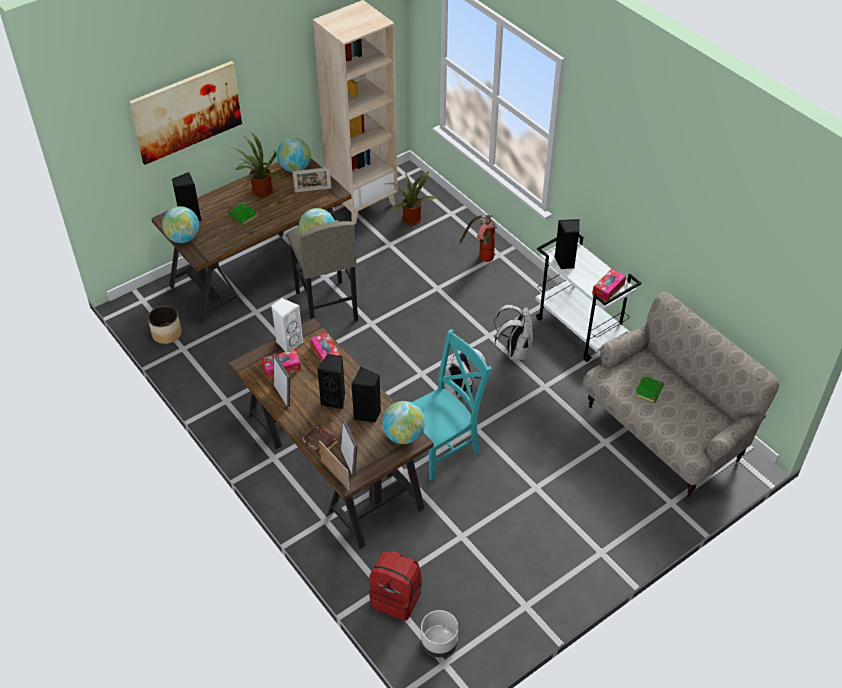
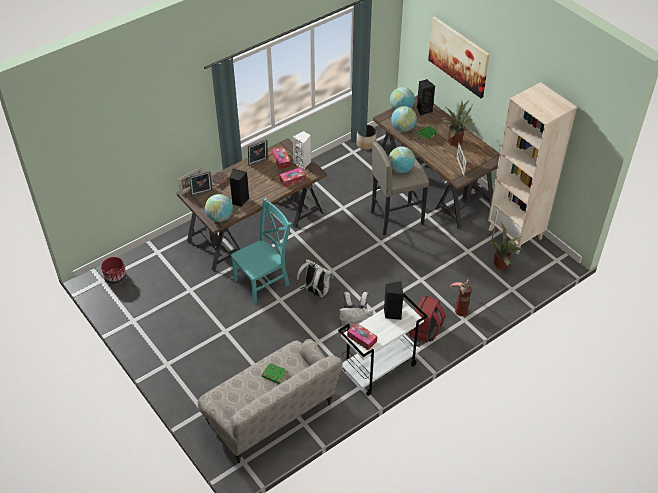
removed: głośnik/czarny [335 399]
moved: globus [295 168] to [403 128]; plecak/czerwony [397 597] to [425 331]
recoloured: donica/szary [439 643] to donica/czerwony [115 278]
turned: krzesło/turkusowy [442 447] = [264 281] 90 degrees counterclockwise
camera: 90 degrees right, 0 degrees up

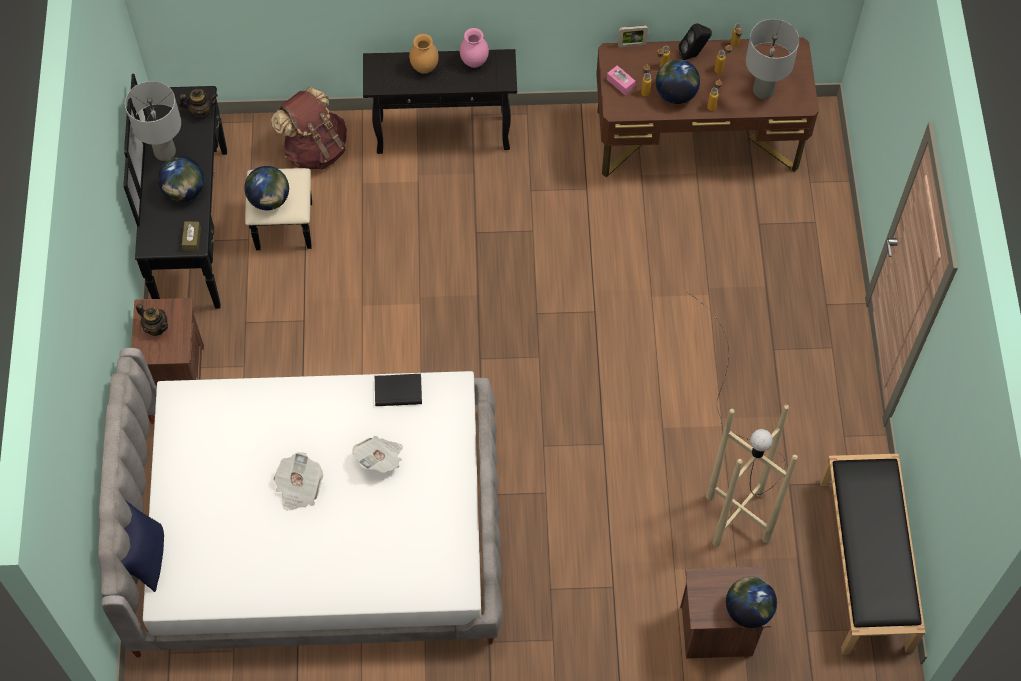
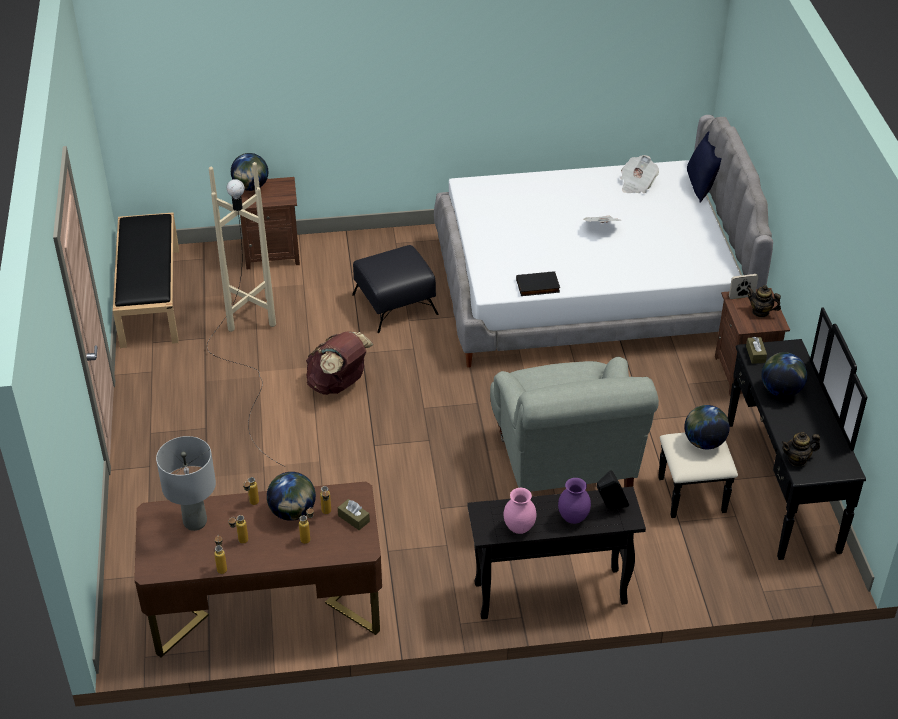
removed: lampa stołowa/szary [165 153]
added: pufa/czarny [395 304]; fotel/szary [565 469]
moved: plecak/brązowy [315 149] to [338 384]; gazeta [380 459] to [637 184]; ramka na zdjęcie [631 45] to [741 297]; głośnik/czarny [693 55] to [610 507]
recoloured: wazon/brązowy [424 67] to wazon/fioletowy [573 518]; pudełko chusteczek/różowy [620 83] to pudełko chusteczek/brązowy [353 518]
camera: 175 degrees right, 20 degrees down

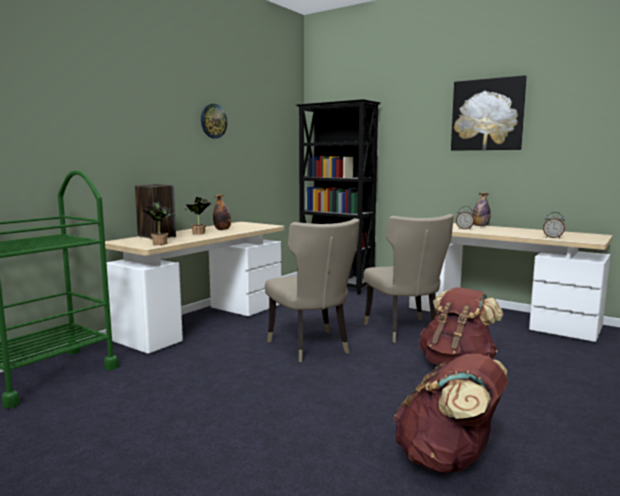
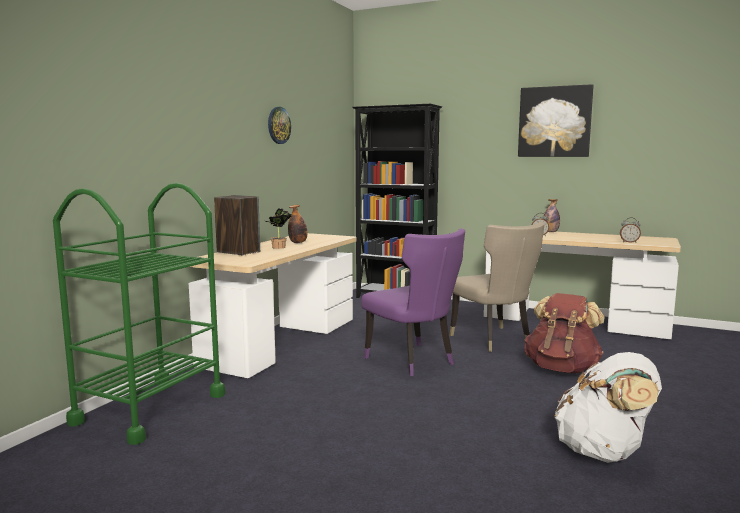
removed: roślina doniczkowa [160 243]
recoloured: krzesło/beżowy [312 347] to krzesło/fioletowy [413 361]; plecak/brązowy [447 460] to plecak/biały [604 452]
camera: 10 degrees left, 0 degrees up

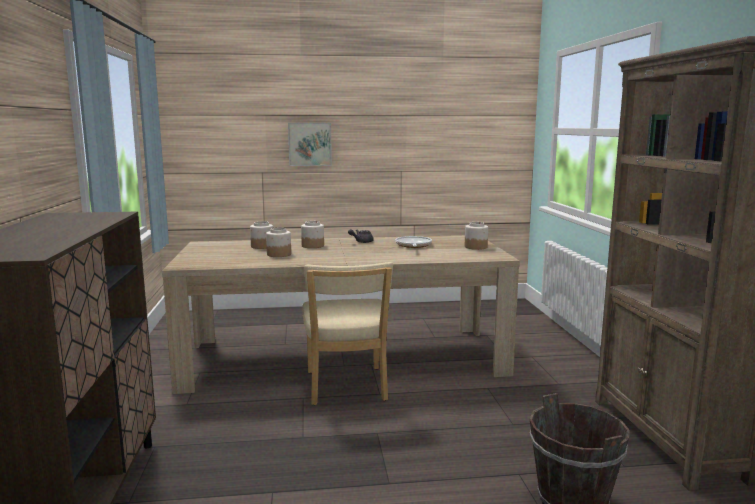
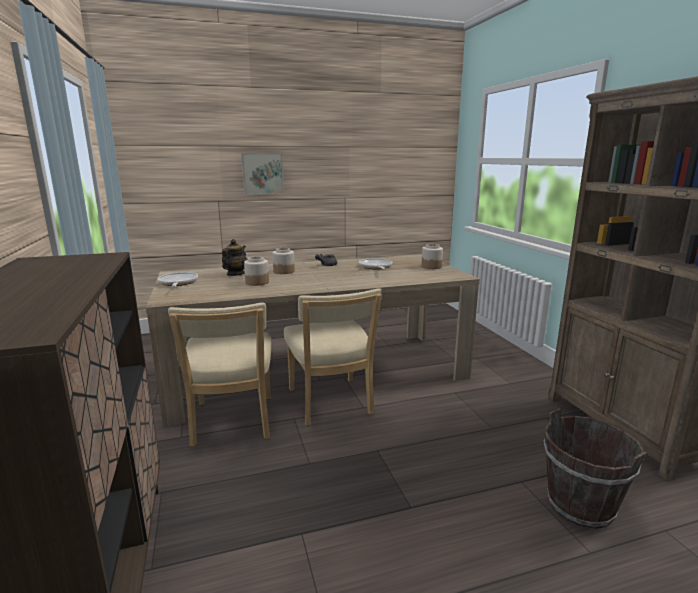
added: patelnia [178 283]; krzesło/beżowy [232 423]
replaced: słoik [262 246] to imbryk [235 274]
camera: 10 degrees left, 5 degrees up

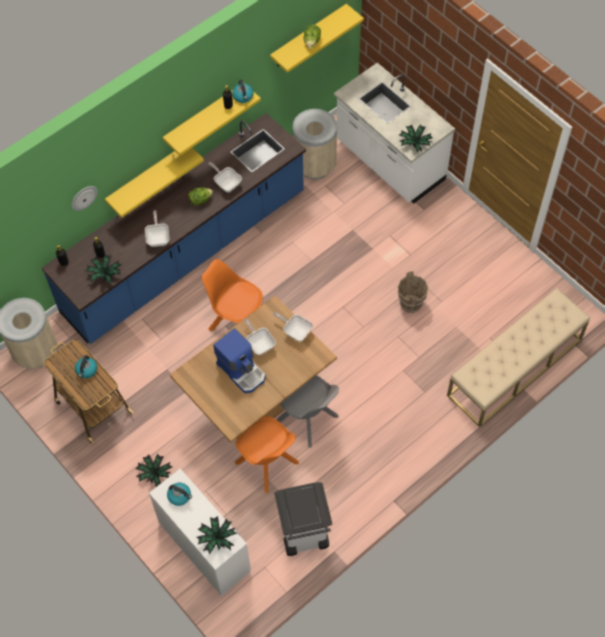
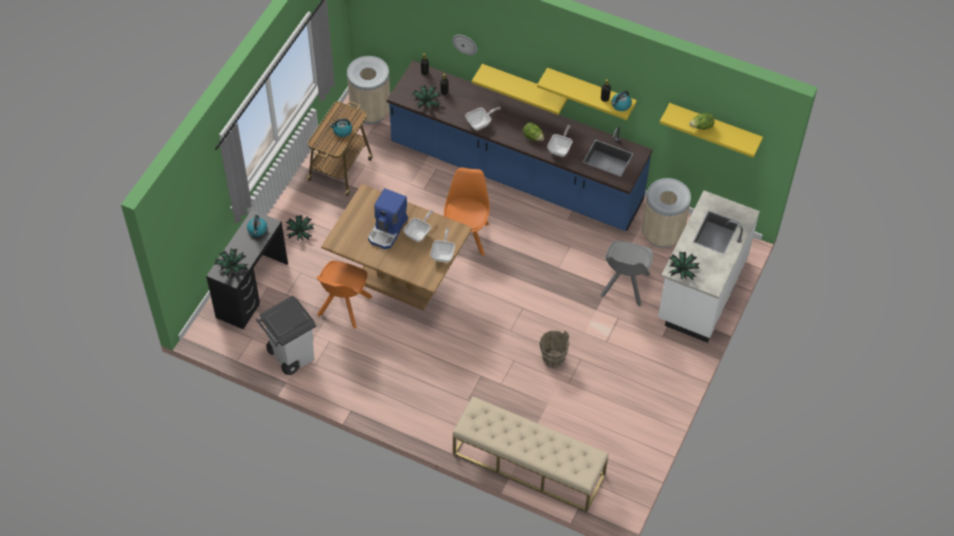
moved: krzesło/szary [308 420] to [624 286]
recoloured: biurko/biały [204 547] to biurko/czarny [252 290]
camera: 65 degrees right, 5 degrees down

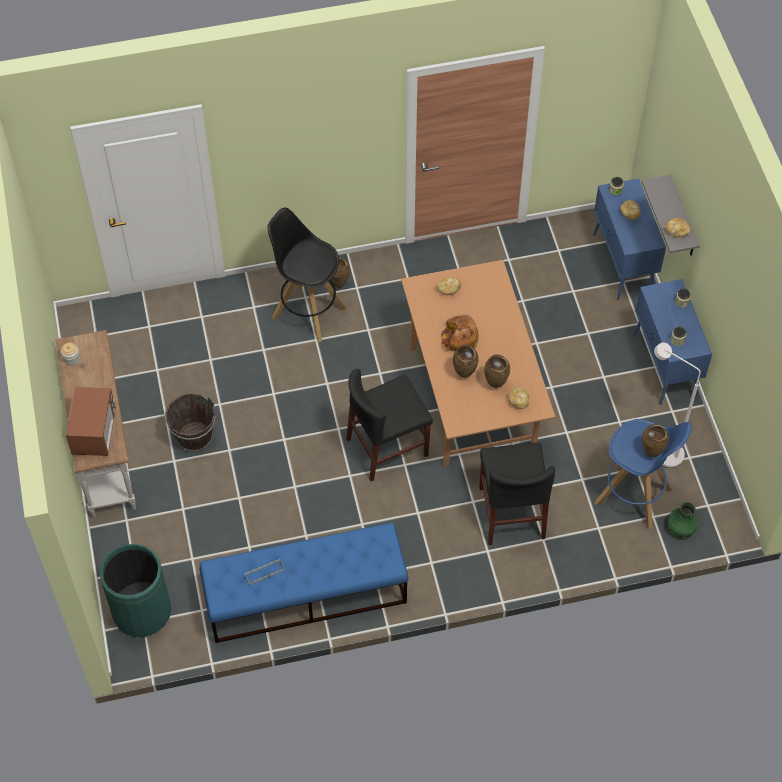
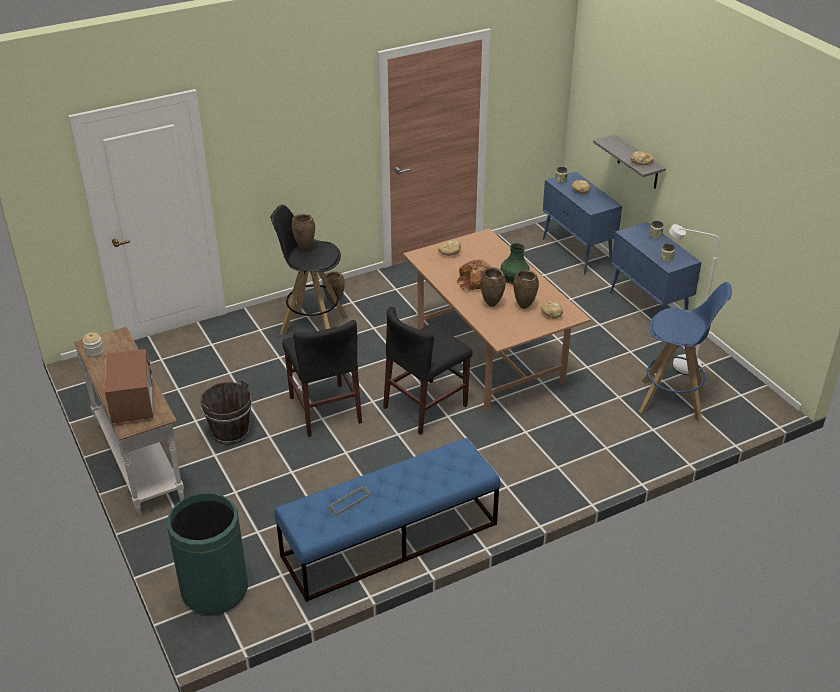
moved: krzesło/czarny [511 512] to [325 410]; wazon/brązowy [651 453] to [305 248]; wazon/zielony [680 528] to [514 278]
camera: 15 degrees left, 20 degrees down

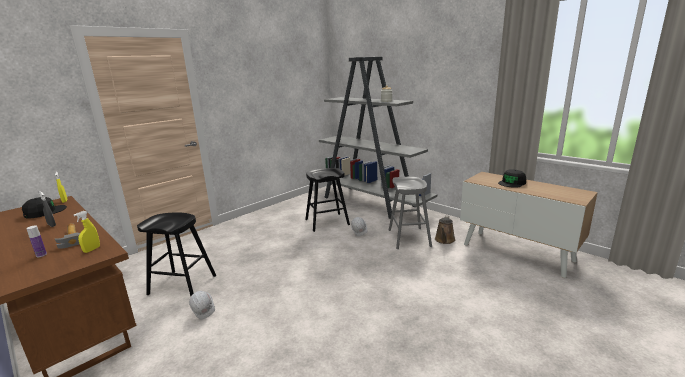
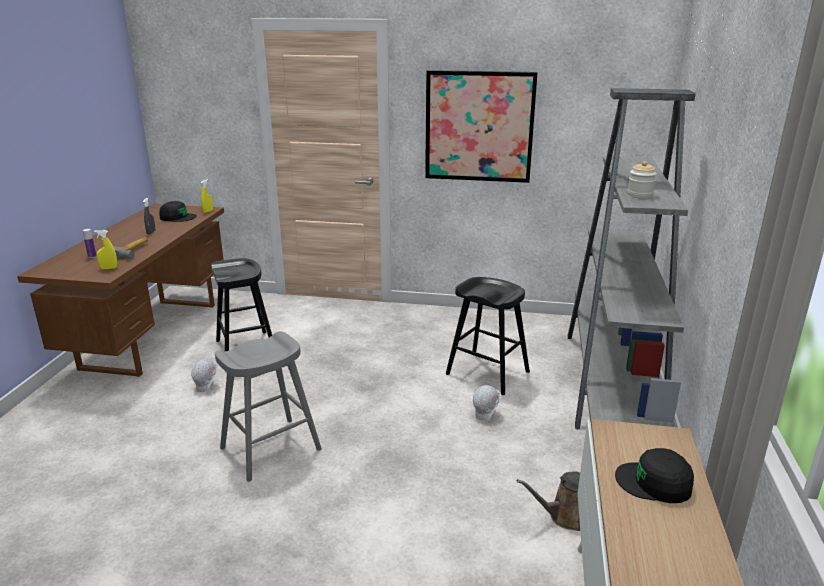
added: obraz [479 126]
moved: stołek/szary [409 238] to [271 449]
camera: 55 degrees right, 5 degrees up

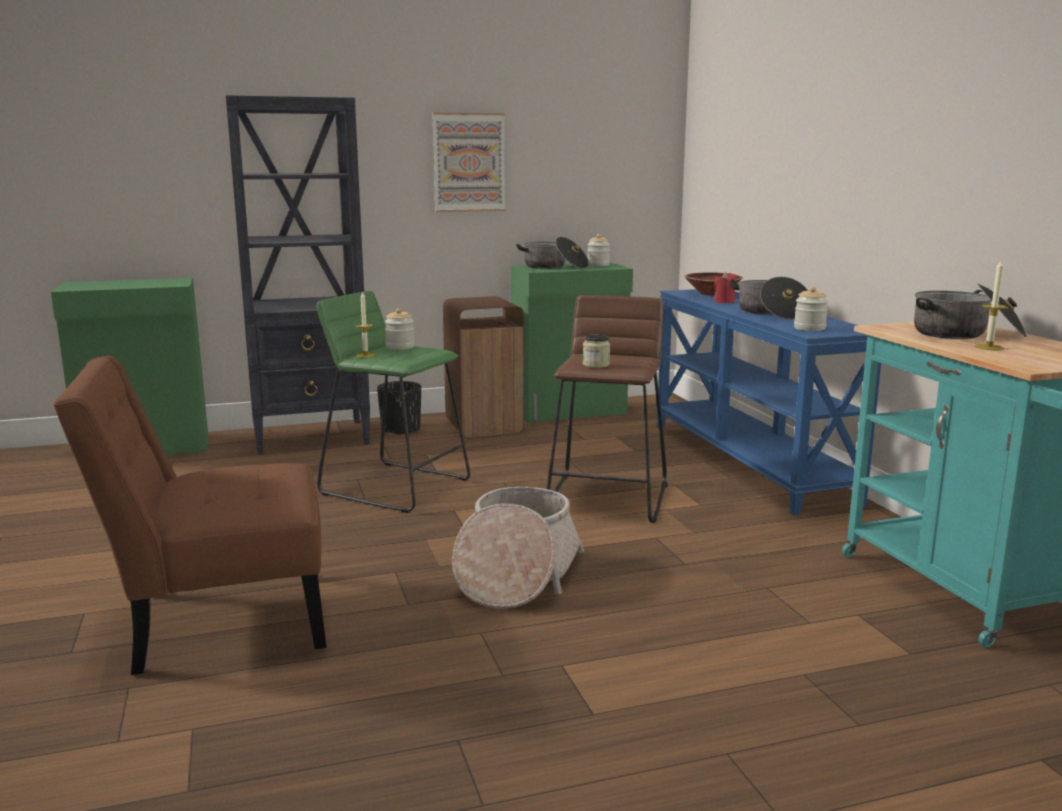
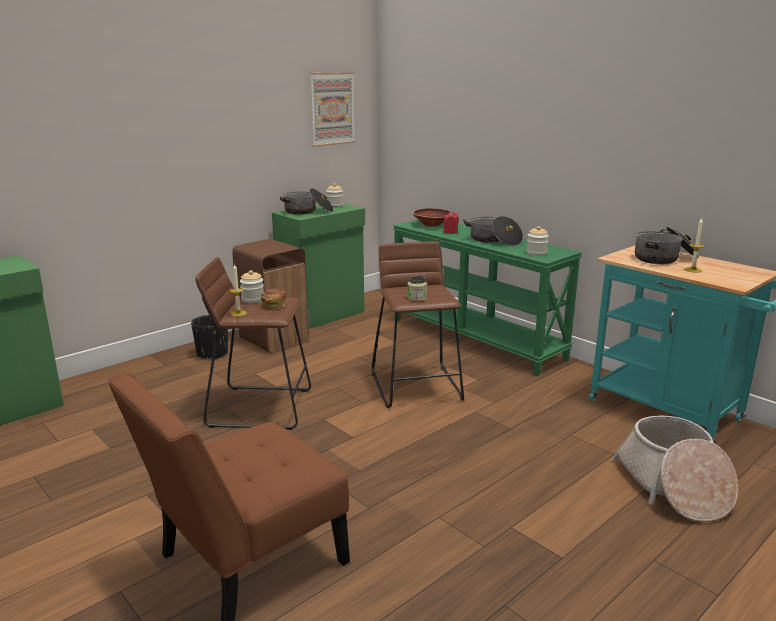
removed: regał/czarny [312 437]
added: chleb [274 305]
moved: obraz [469 162] to [332 109]; koszyk [516 575] to [673 486]
recoloured: stołek/zielony [396 486] to stołek/brązowy [260 407]; stolik konsolowy/niebieski [750 461] to stolik konsolowy/zielony [476 338]
camera: 25 degrees left, 5 degrees up

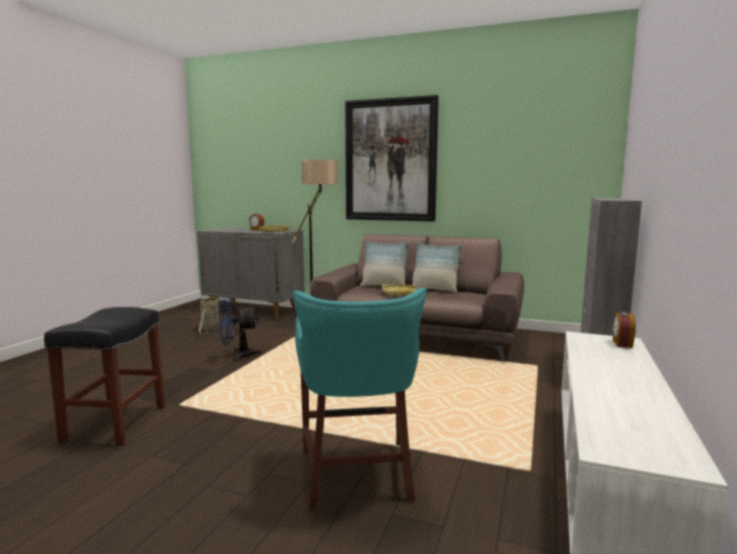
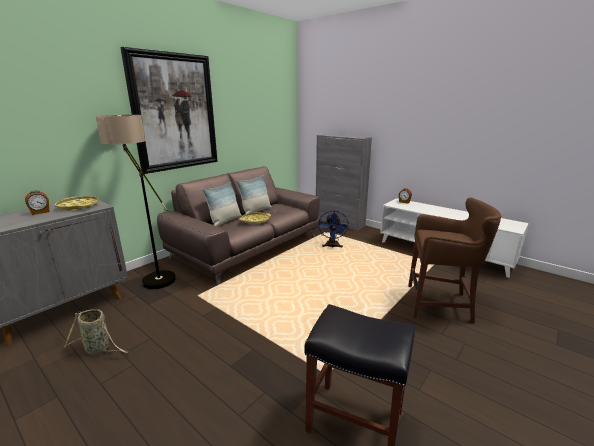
moved: wentylator/niebieski [237 355] to [332 246]
recoloured: stołek/turkusowy [357 476] to stołek/brązowy [441 304]
camera: 70 degrees left, 10 degrees up

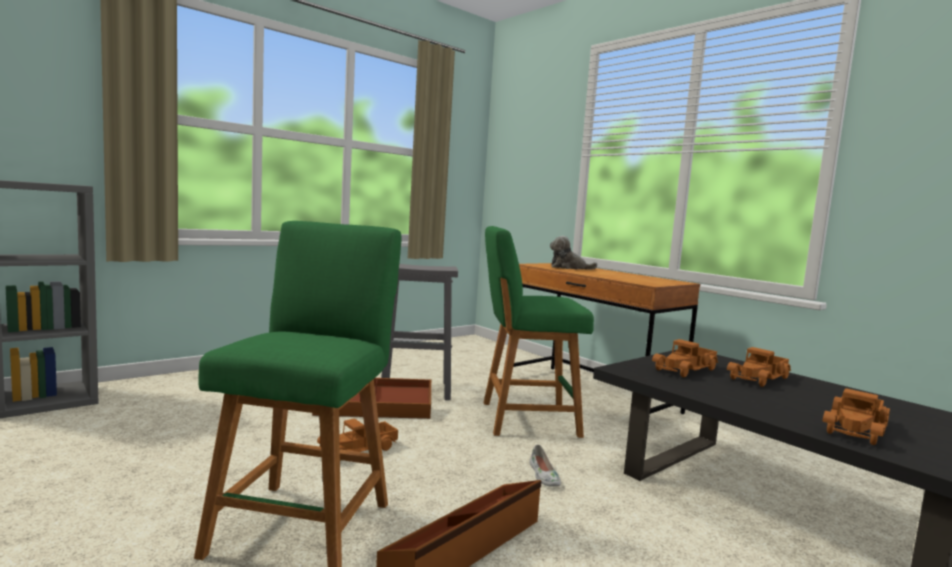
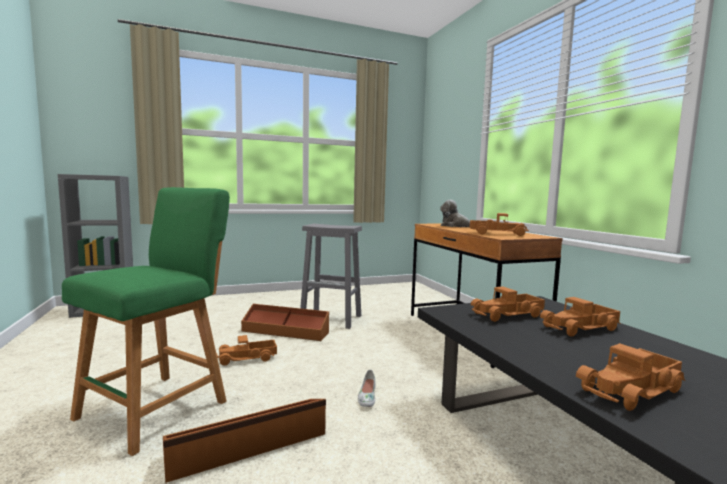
removed: stołek/zielony [524 419]
added: ciężarówka zabawkowa [497 233]
camera: 20 degrees right, 0 degrees up

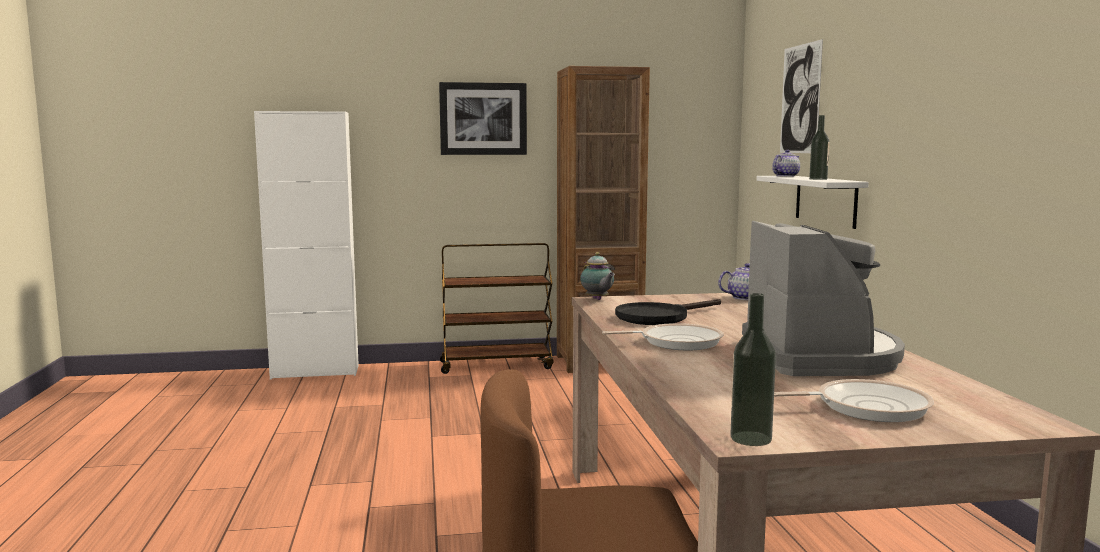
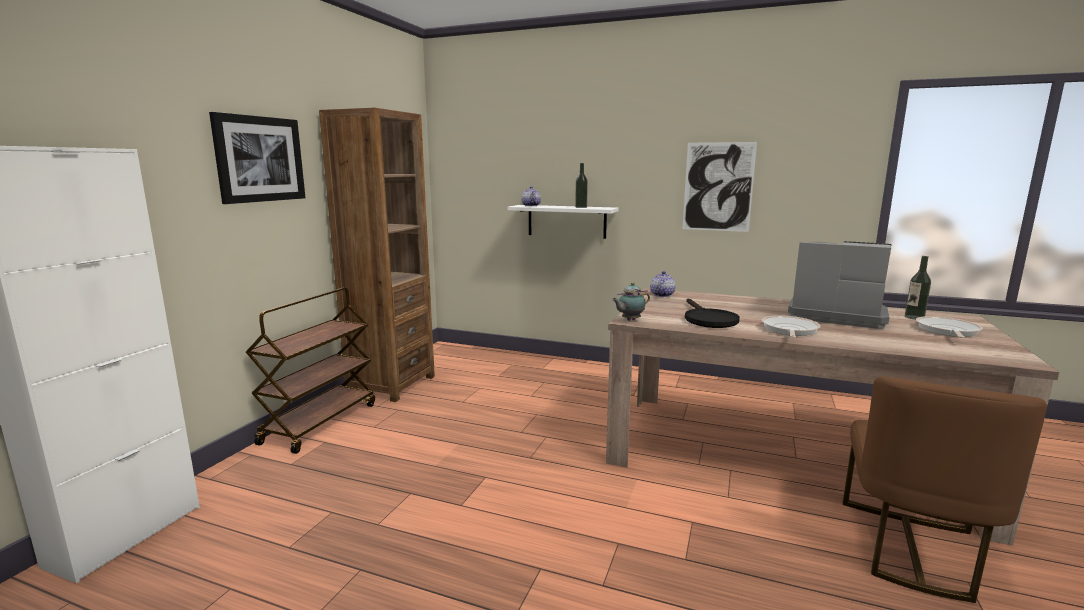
moved: butelka [750 438] to [914 317]; obraz [800 99] to [718 187]
turned: imbryk [597 299] = [629 320] 150 degrees clockwise
camera: 60 degrees left, 5 degrees up

